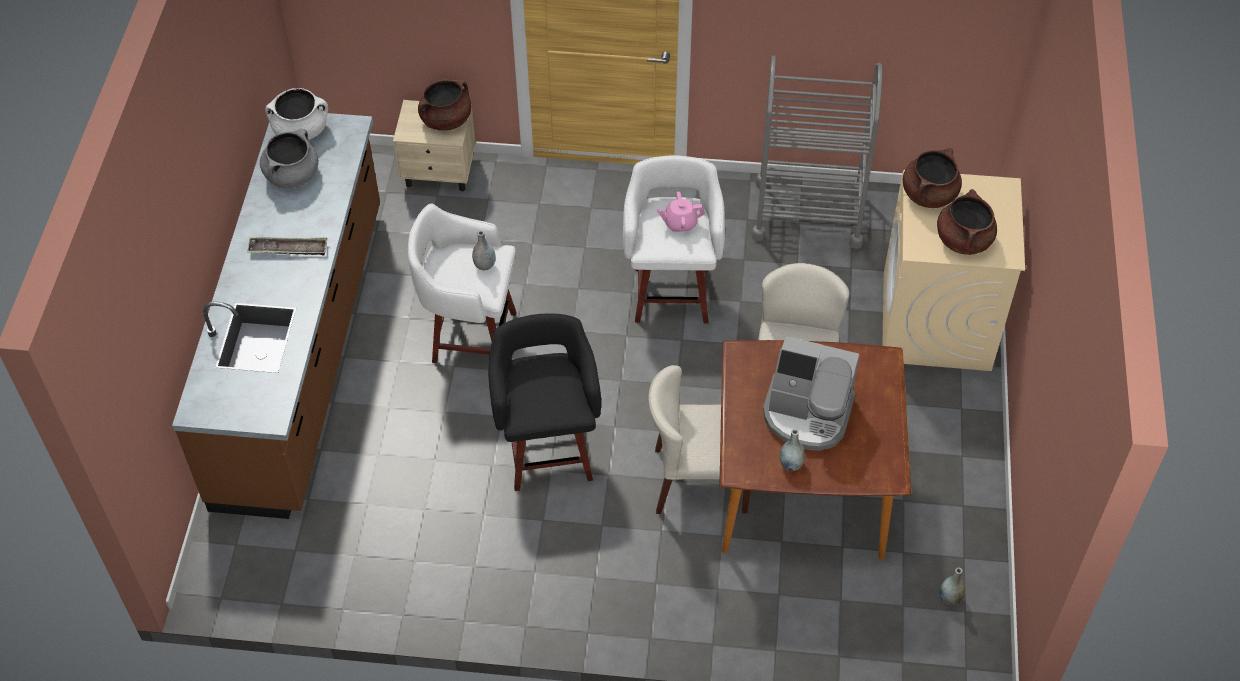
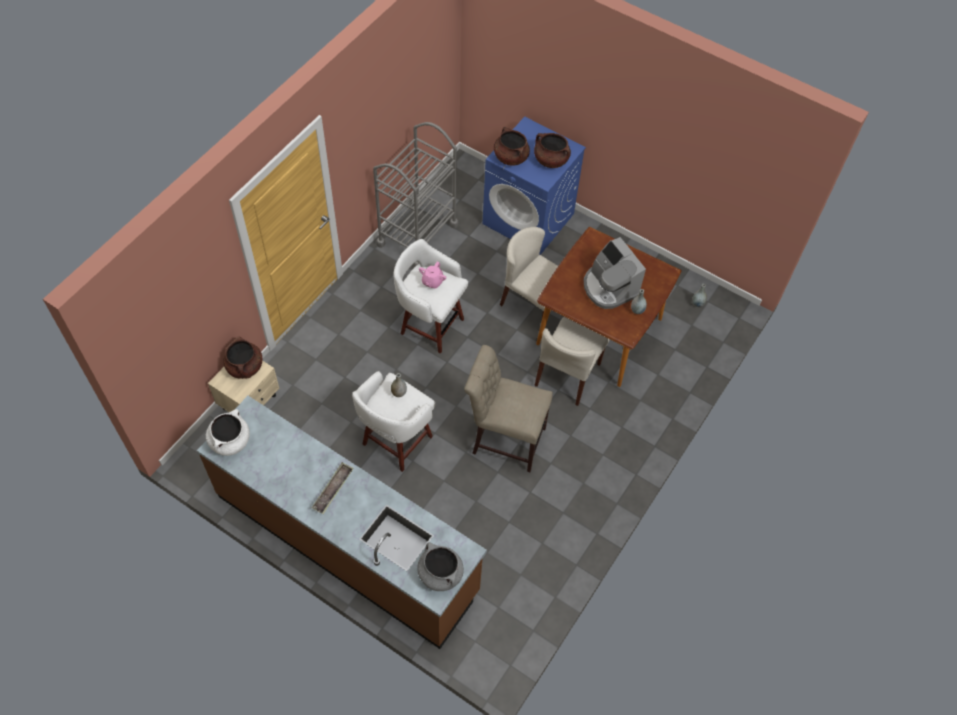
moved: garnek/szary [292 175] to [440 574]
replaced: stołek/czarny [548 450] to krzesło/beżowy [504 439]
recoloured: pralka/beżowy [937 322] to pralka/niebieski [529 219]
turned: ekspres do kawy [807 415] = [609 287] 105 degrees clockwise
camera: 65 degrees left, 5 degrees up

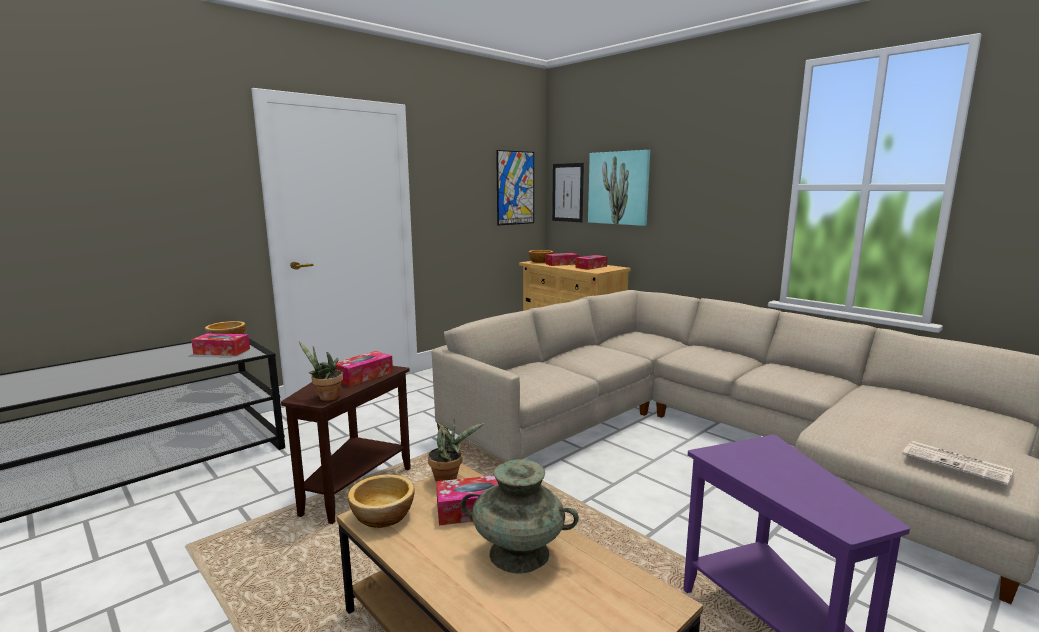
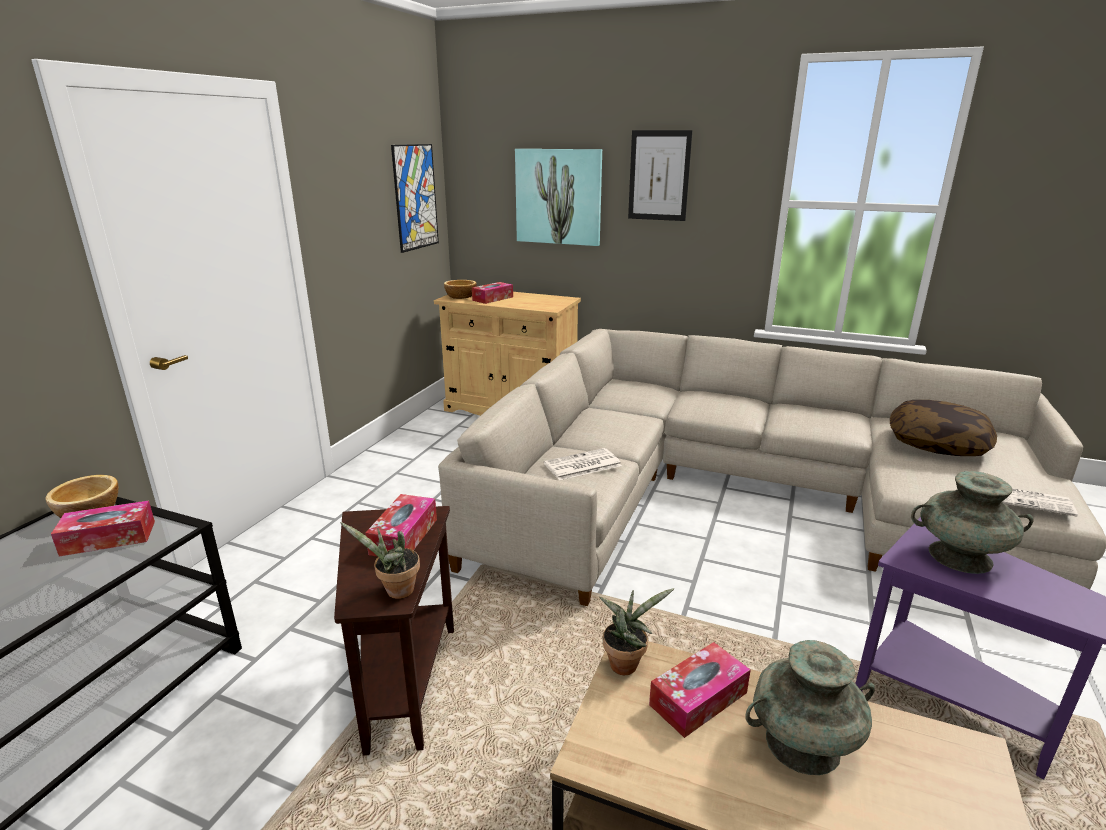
removed: miska [384 515]; pudełko chusteczek [591 267]
added: gazeta [582 465]; poduszka [937 443]; wazon/turkusowy [959 557]
moved: obraz [567 192] to [659 176]
camera: 25 degrees left, 10 degrees up

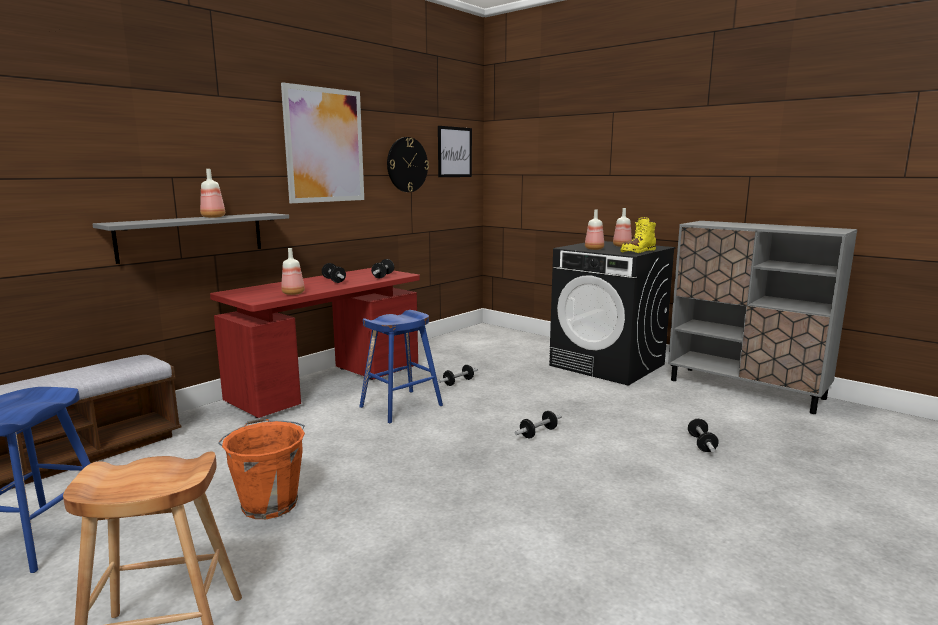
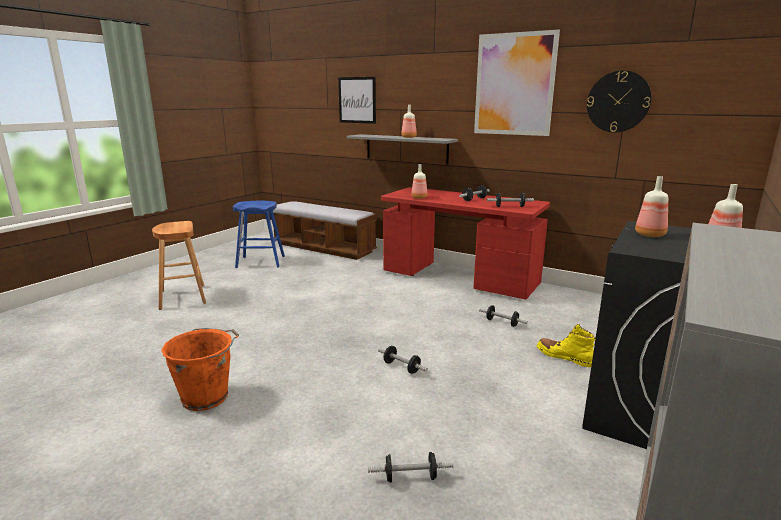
removed: stołek/niebieski [401 406]
moved: wiadro/pomarańczowy [269 503] to [207 397]; obraz [454 152] to [357 100]; but z cholewką/żółty [638 252] to [564 357]
camera: 80 degrees right, 5 degrees up

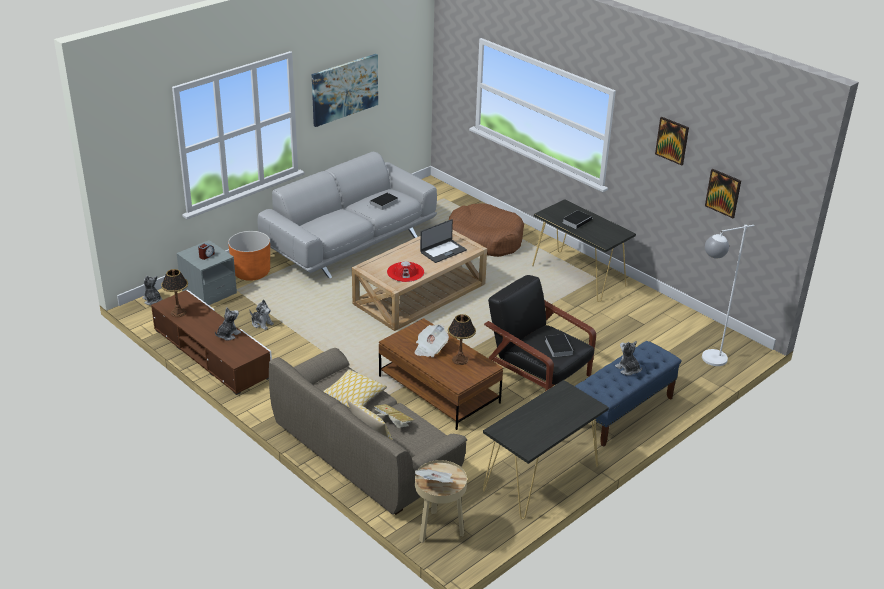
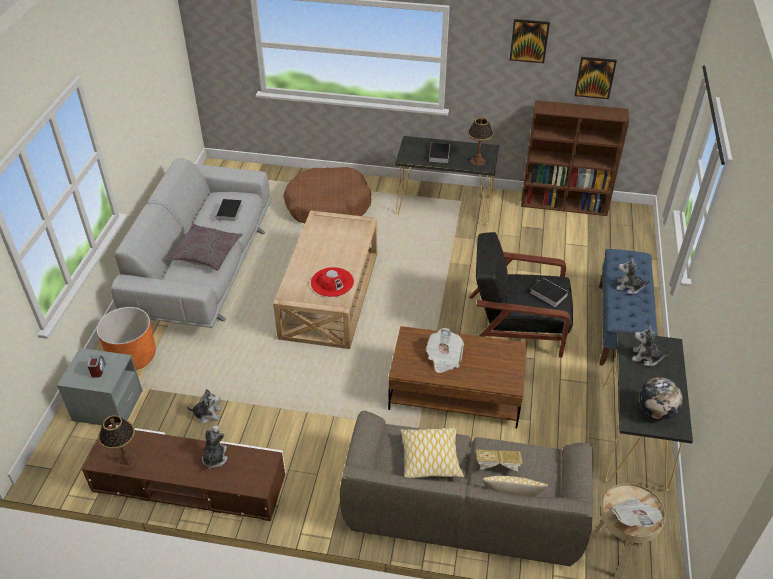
removed: obraz [344 89]; laptop [443 251]; lampa stojąca/biały [706 360]
added: poduszka/szary [206 253]; regał/brązowy [565 204]; globus [656 411]
moved: pluszak [152 300] to [646 357]; lampa stołowa [460 360] to [477 161]
camera: 35 degrees left, 10 degrees up

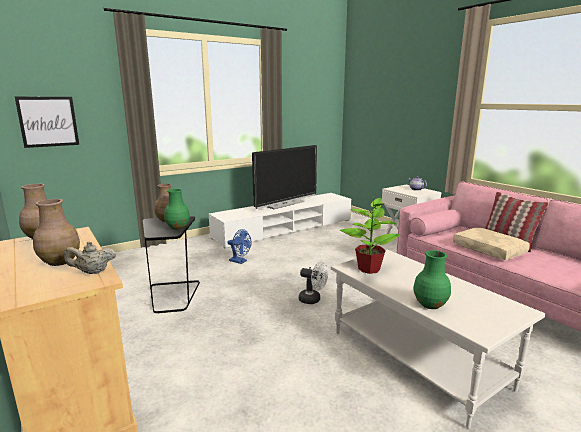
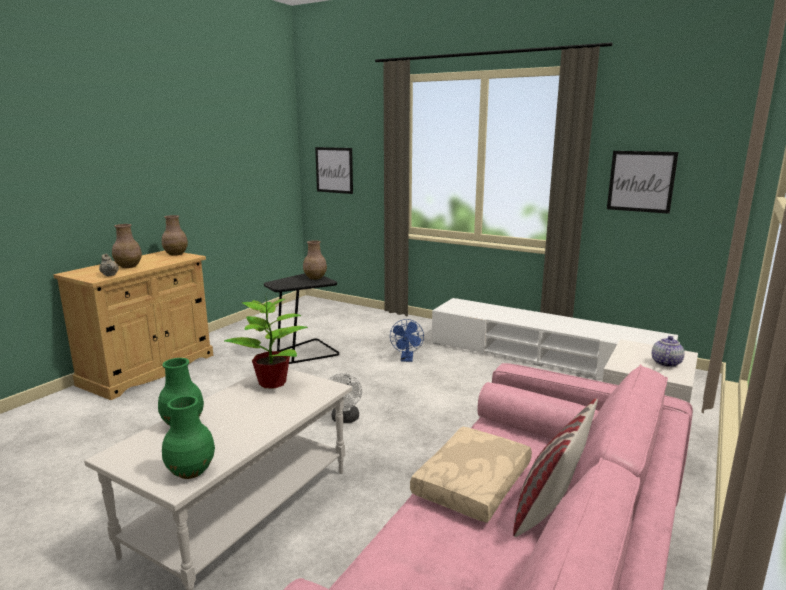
removed: telewizor [285 204]
added: obraz [641 181]
moved: wazon/zielony [177 227] to [190 471]
camera: 65 degrees right, 0 degrees up

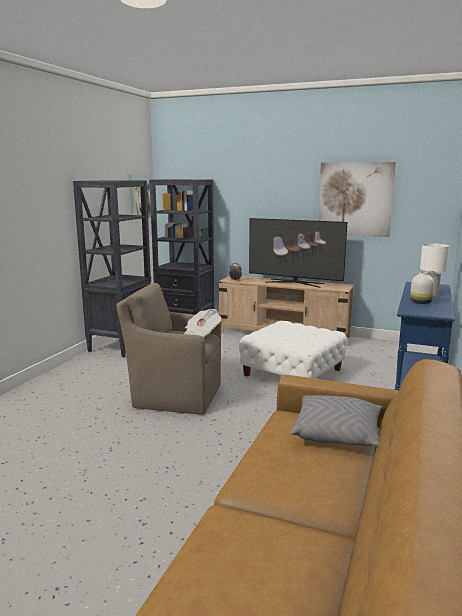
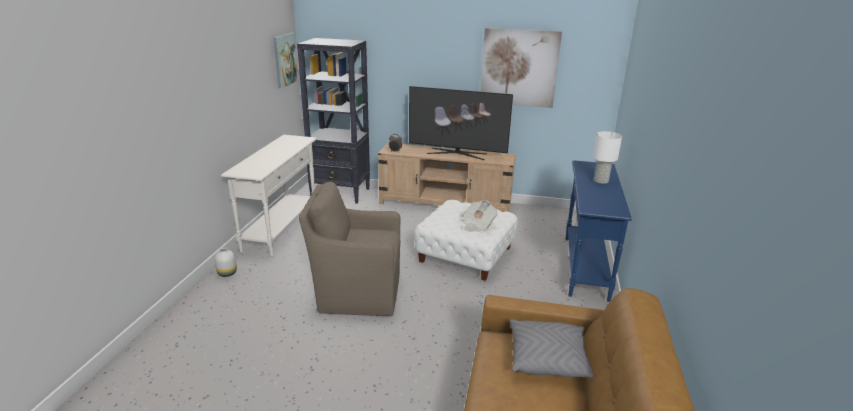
moved: gazeta [200 334] to [477 225]; wazon/biały [420 302] to [227 273]
replaced: regał/czarny [121 345] to stolik konsolowy/biały [281 229]
camera: 10 degrees left, 10 degrees up

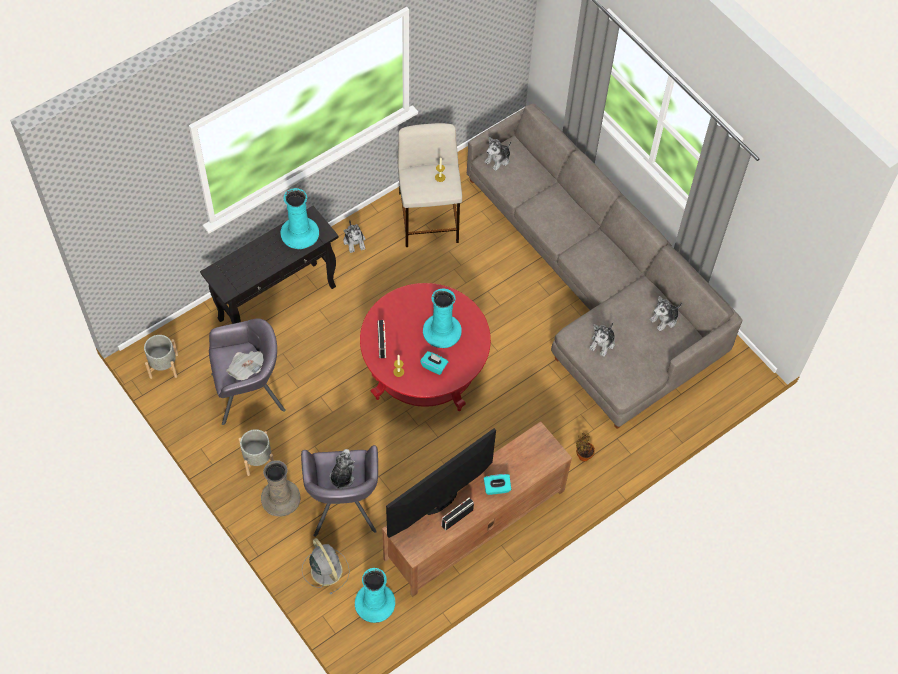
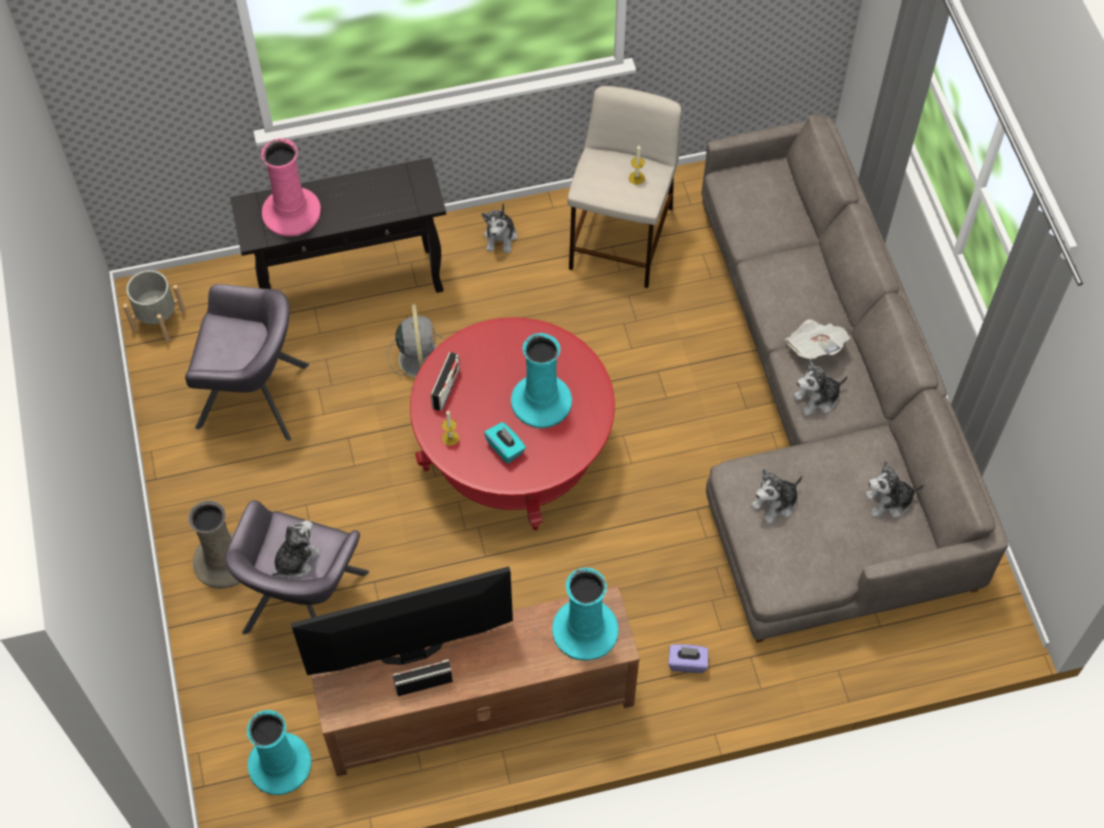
removed: donica/szary [258 460]; pudełko chusteczek/turkusowy [497 488]
added: wazon/różowy [291 212]
moved: gazeta [246 369] to [814 346]; wazon/turkusowy [300 233] to [585 630]; wentylator/szary [325 569] to [420 357]; pluszak [498 159] to [817 398]
replaced: roślina doniczkowa [583 455] to pudełko chusteczek/fioletowy [687 662]
camera: 25 degrees right, 0 degrees up

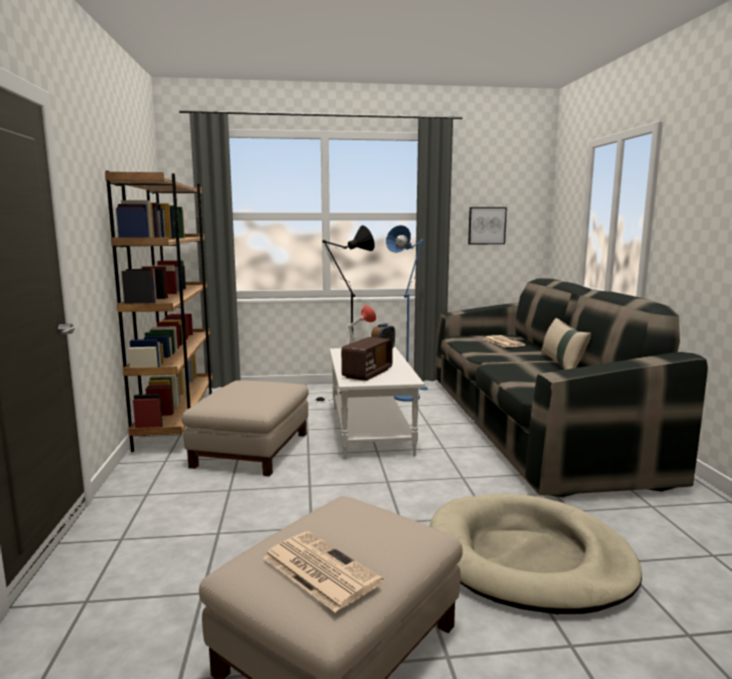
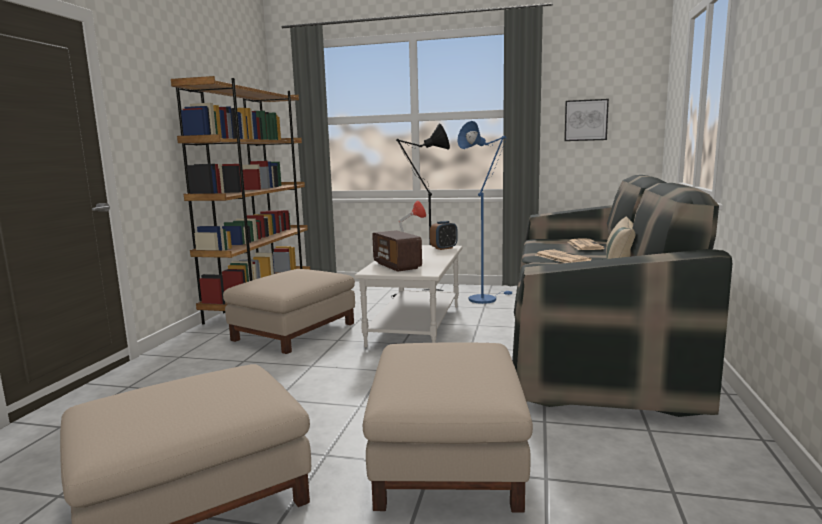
moved: gazeta [319 569] to [561 257]
replaced: legowisko/beżowy [528 558] to pufa/beżowy [448 457]
turned: radio [367 373] = [397 265] 105 degrees clockwise
camera: 20 degrees right, 0 degrees up

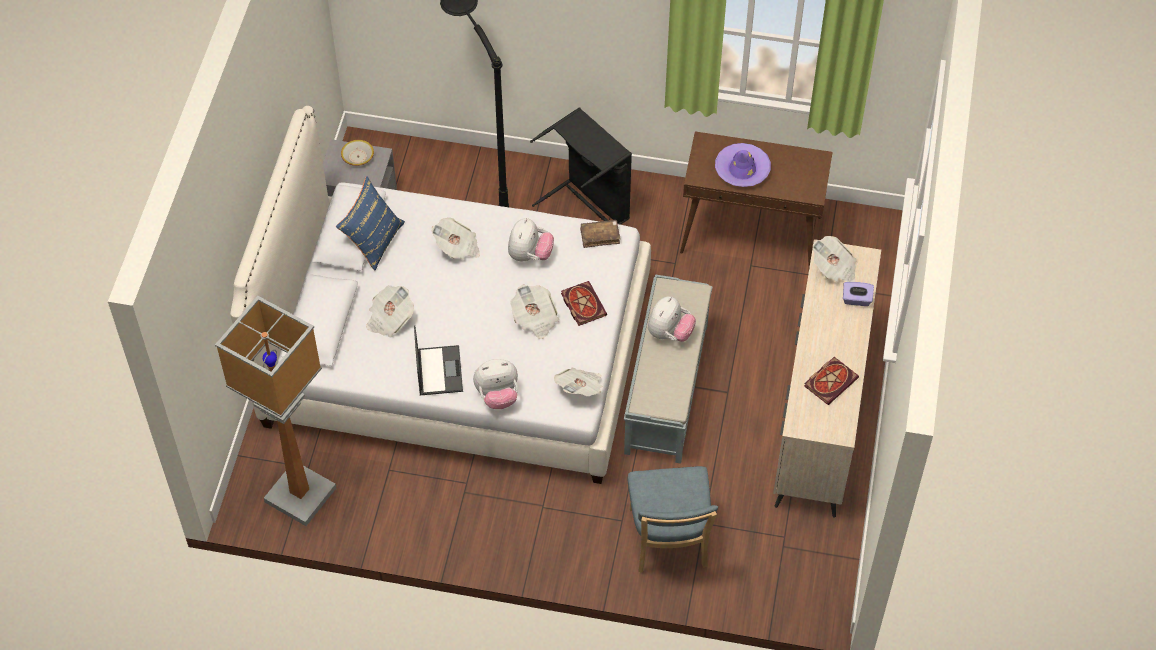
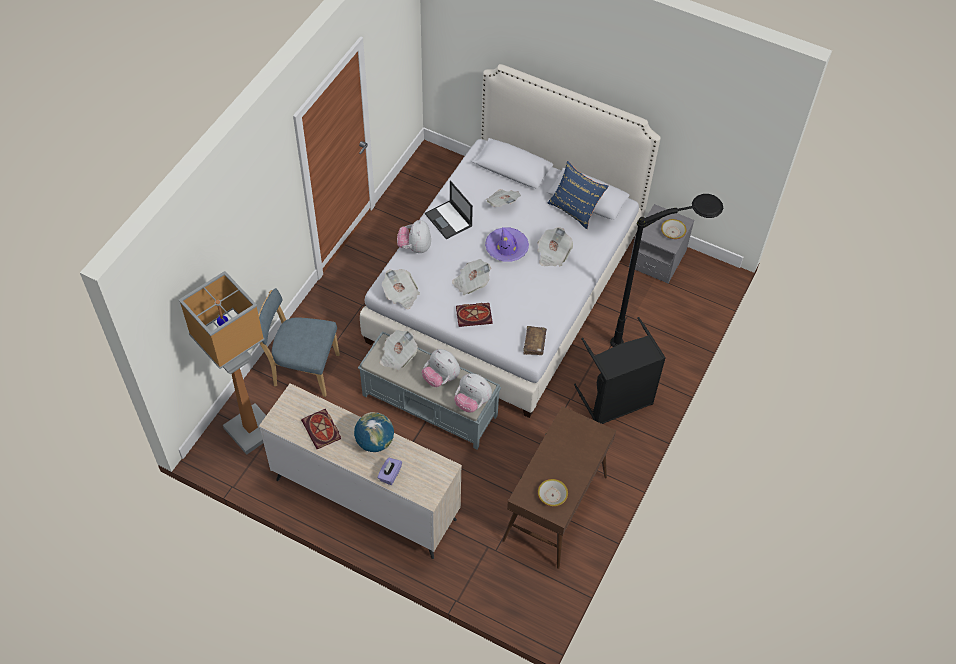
added: globus [375 442]; miska [552 495]
moved: lampa stojąca [300 496] to [250 430]; pluszak [530 255] to [472 402]; kapelusz/fioletowy [742 169] to [506 248]; gazeta [834 269] to [398 356]
turned: laptop [439 370] = [449 220] 45 degrees clockwise
camera: 105 degrees right, 0 degrees up

